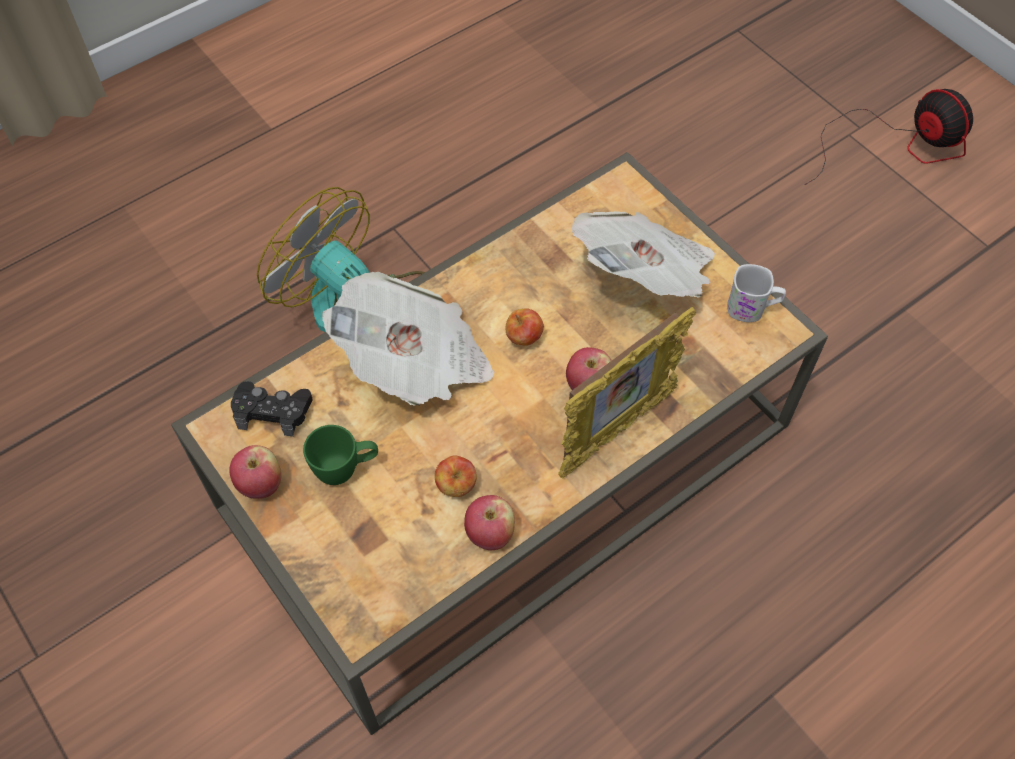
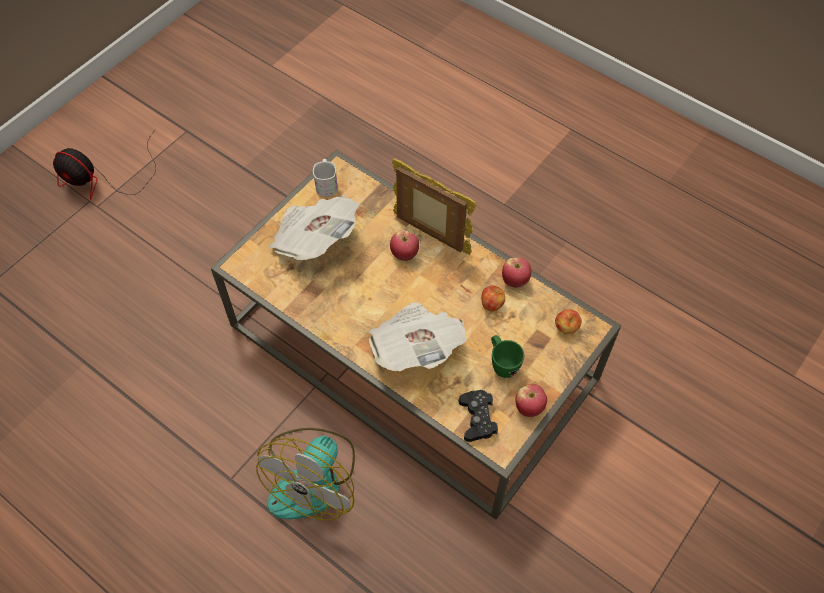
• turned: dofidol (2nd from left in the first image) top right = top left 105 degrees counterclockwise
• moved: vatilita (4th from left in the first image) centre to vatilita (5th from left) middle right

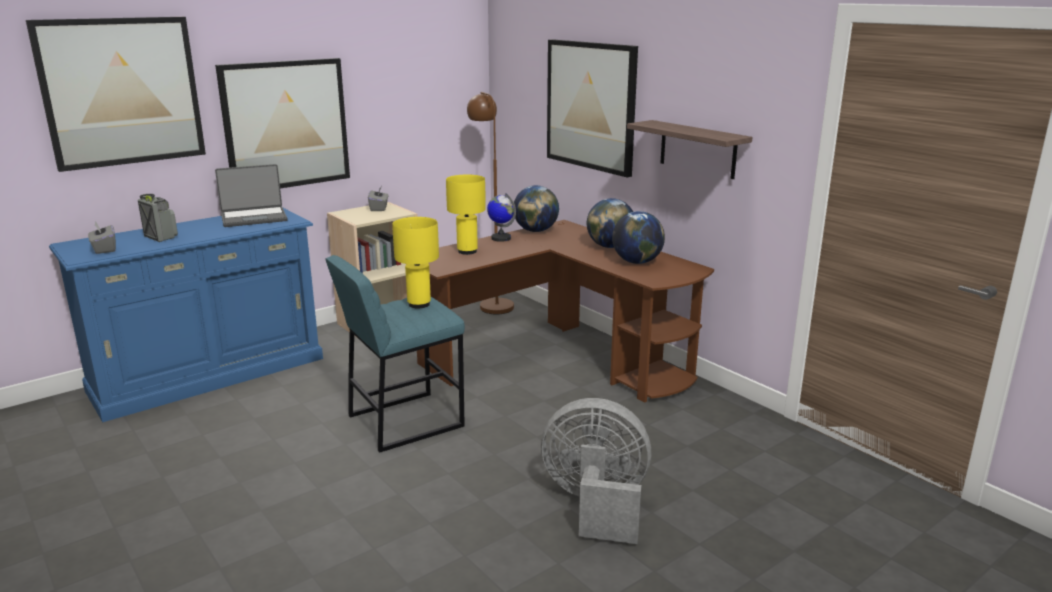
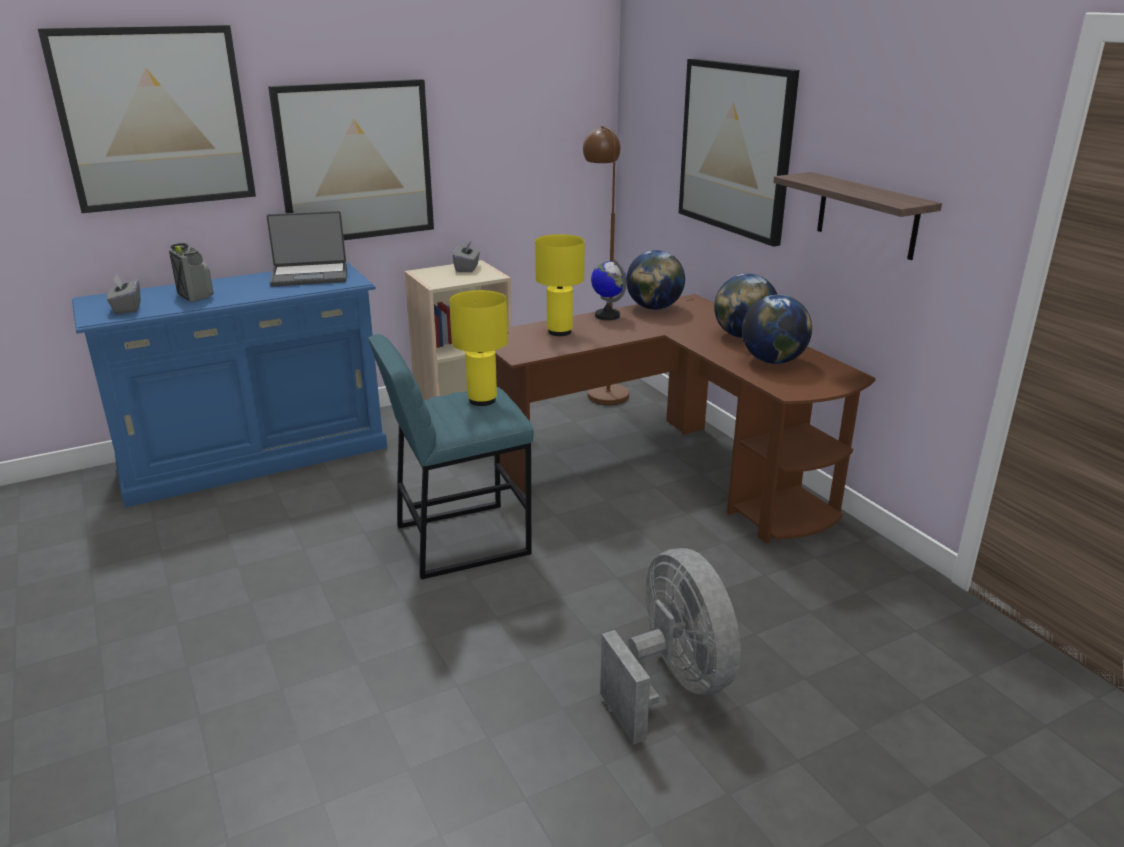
• turned: grey_dofidol bottom centre = bottom centre 45 degrees clockwise

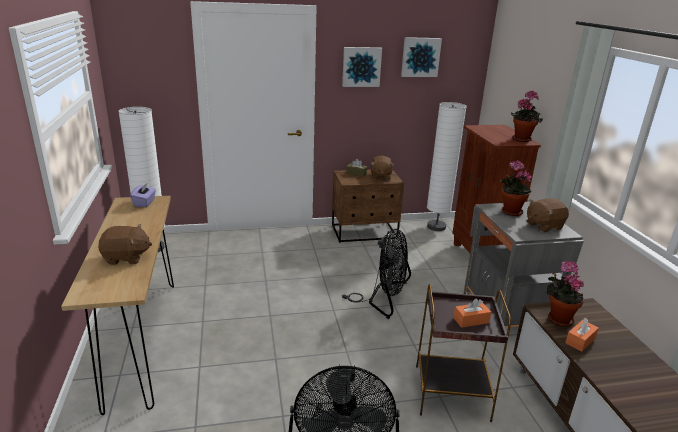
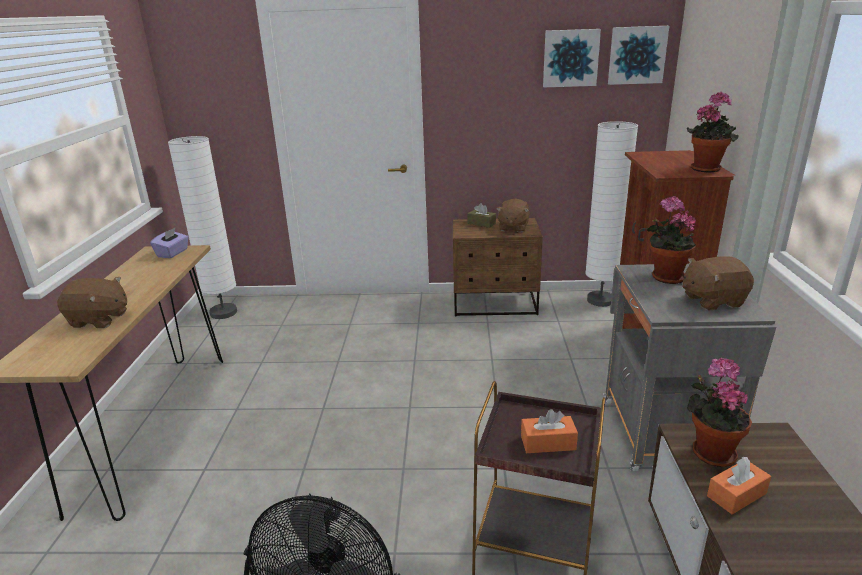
• moved: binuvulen (1st from left in the first image) top centre to binuvulen (2nd from left) top right
• removed: black_dofidol (2nd from left) centre

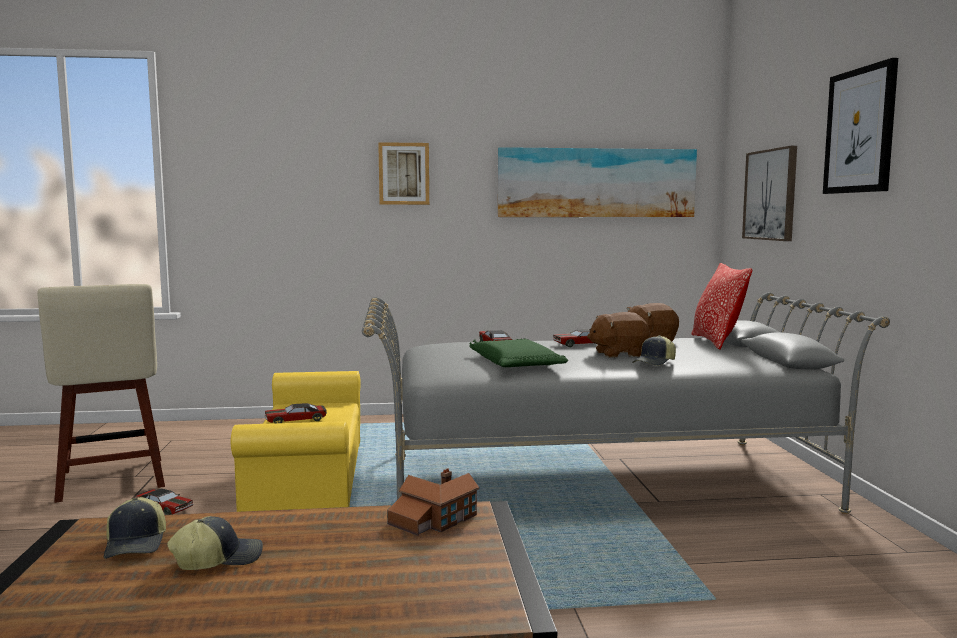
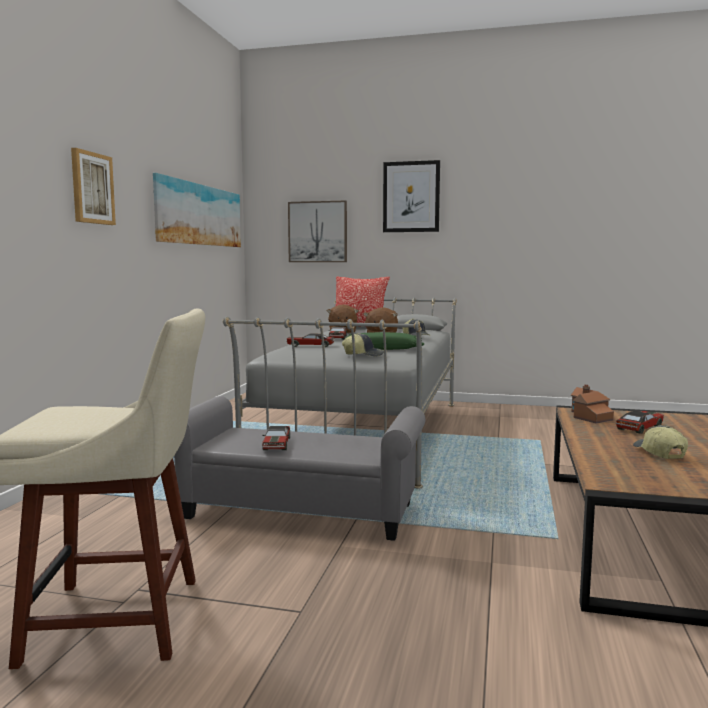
• recoloured: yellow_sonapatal bottom left to grey_sonapatal centre
• moved: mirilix (1st from left) bottom left to centre
• moved: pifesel (1st from left in the first image) bottom left to pifesel (4th from left) middle right

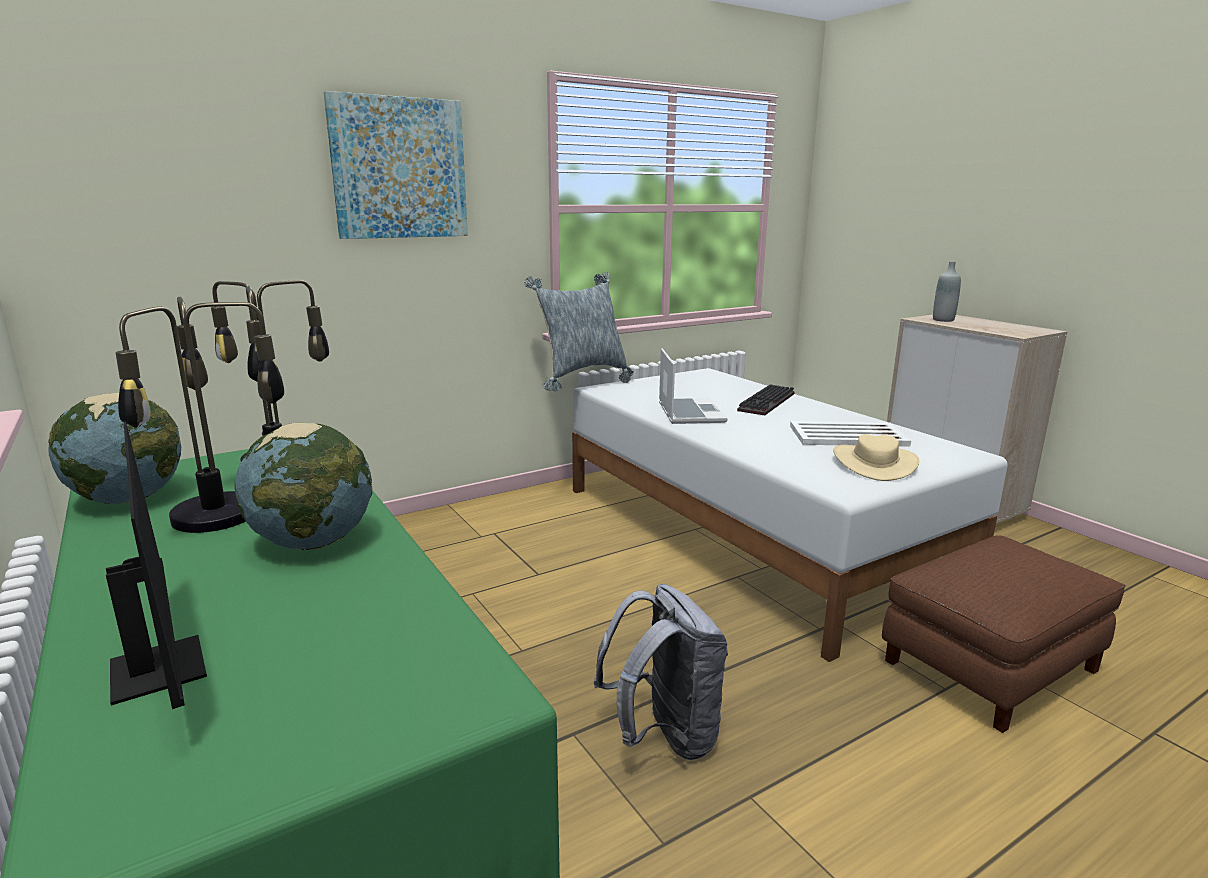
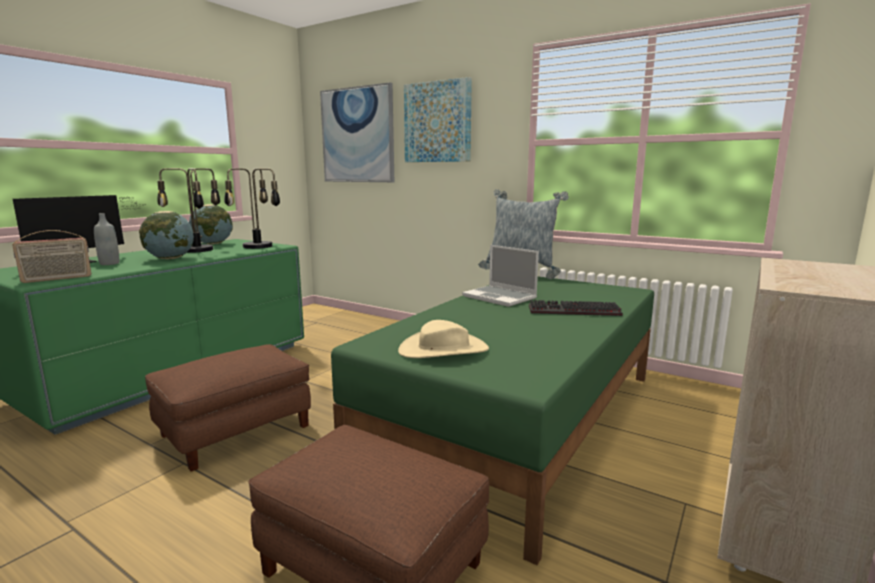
• added: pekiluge middle left
• moved: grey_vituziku top right to middle left
• replaced: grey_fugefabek bottom centre to brown_sonapatal (1st from left) bottom left
• added: binuvulen (1st from left) top centre
• recoloured: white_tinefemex centre to green_tinefemex bottom centre
• turned: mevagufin centre = centre 75 degrees clockwise
• removed: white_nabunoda middle right

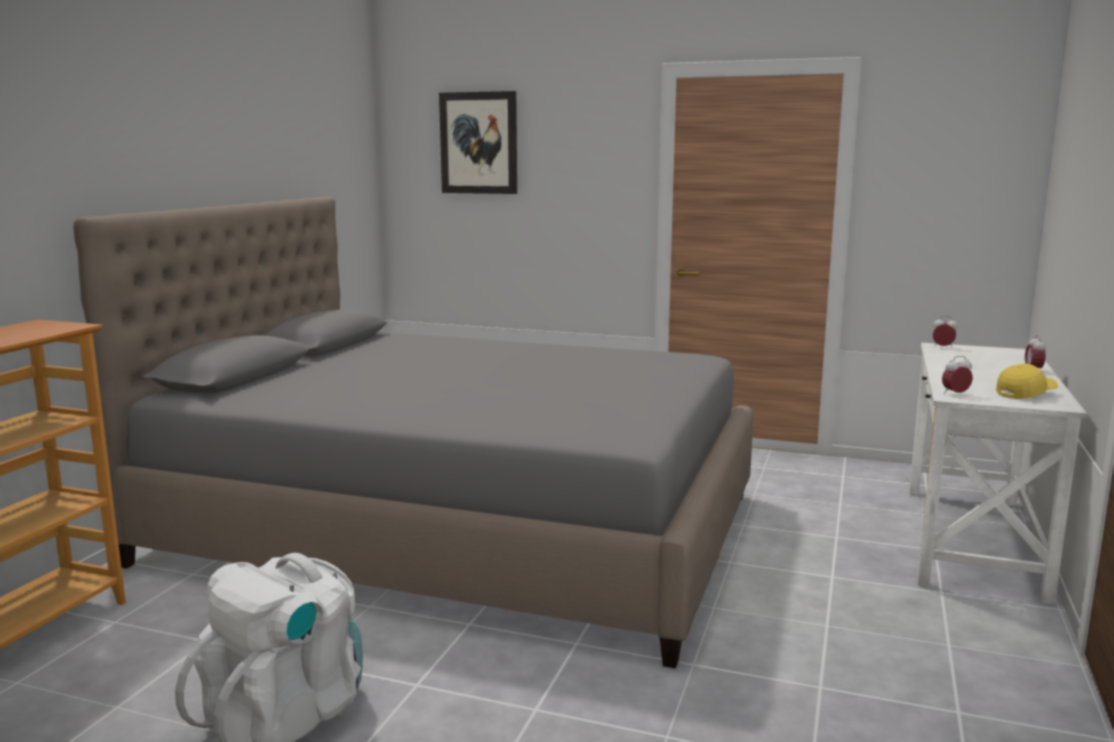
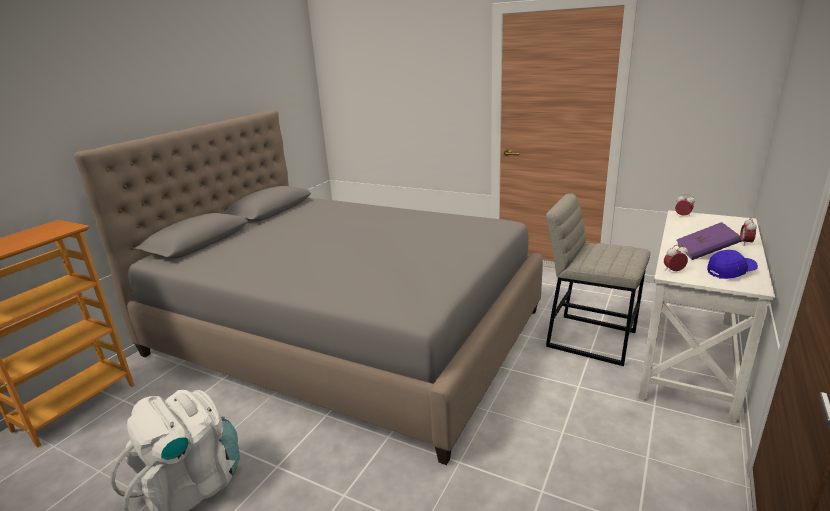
• added: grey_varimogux middle right
• added: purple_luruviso middle right
• recoloured: yellow_mirilix middle right to blue_mirilix middle right
• removed: binuvulen top centre

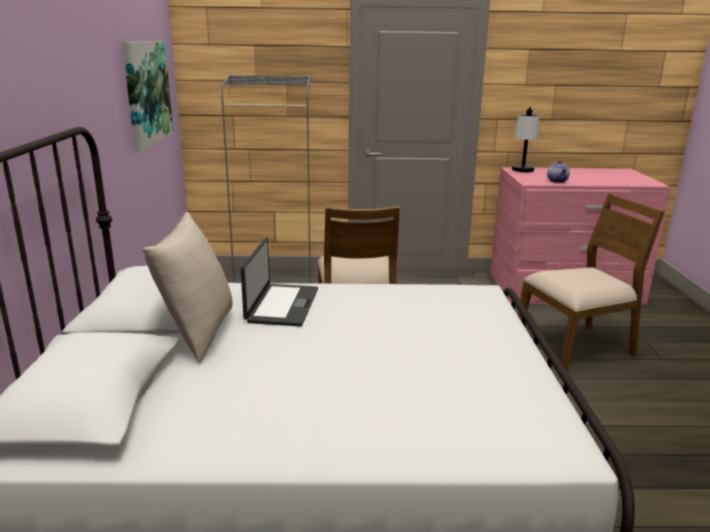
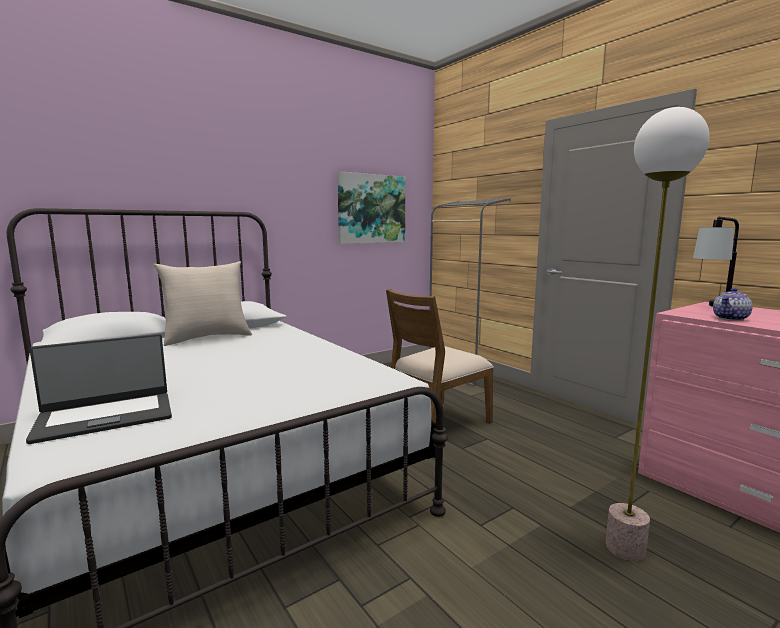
• moved: mevagufin centre to middle left
• replaced: brown_varimogux (2nd from left) middle right to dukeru middle right

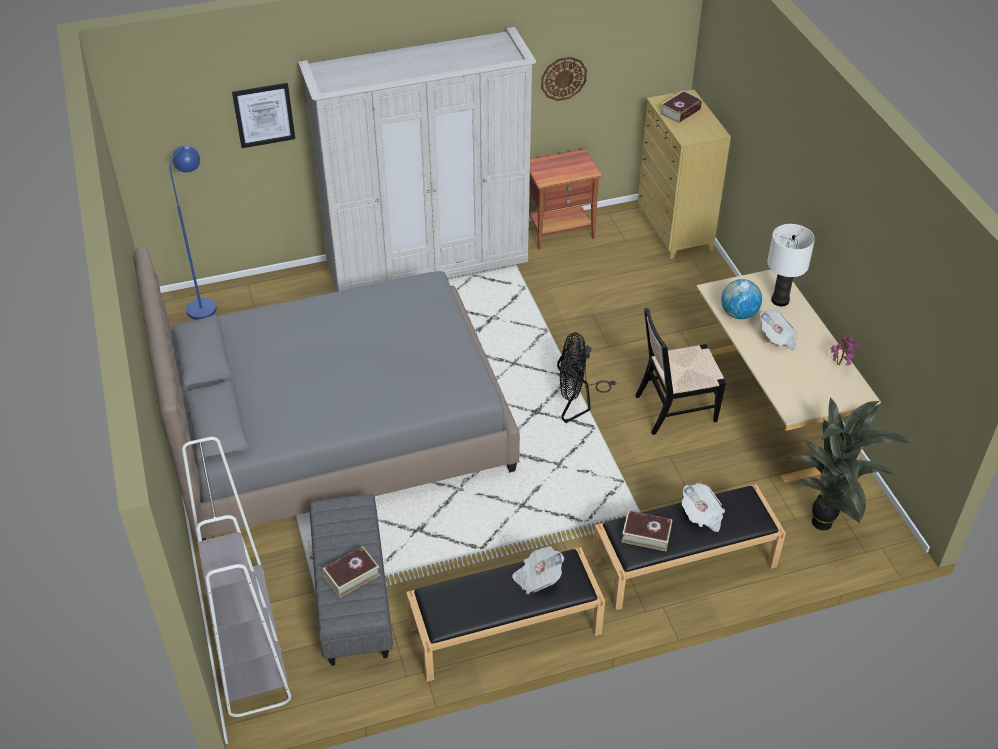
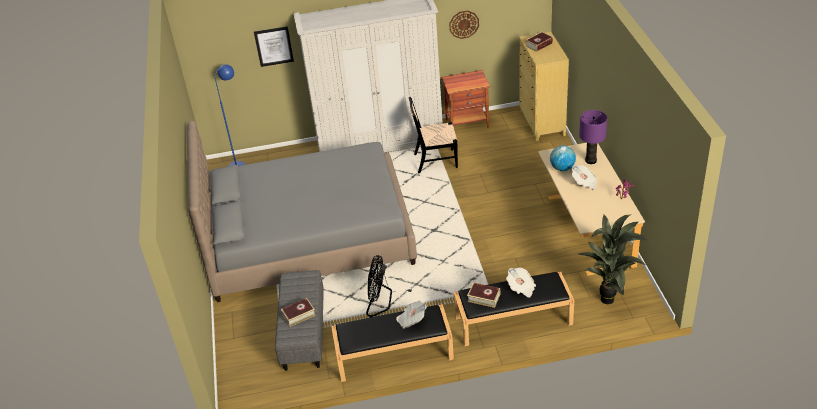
• moved: black_dofidol centre to bottom centre
• moved: varimogux middle right to top centre
• recoloured: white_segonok middle right to purple_segonok middle right
• removed: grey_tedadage bottom left

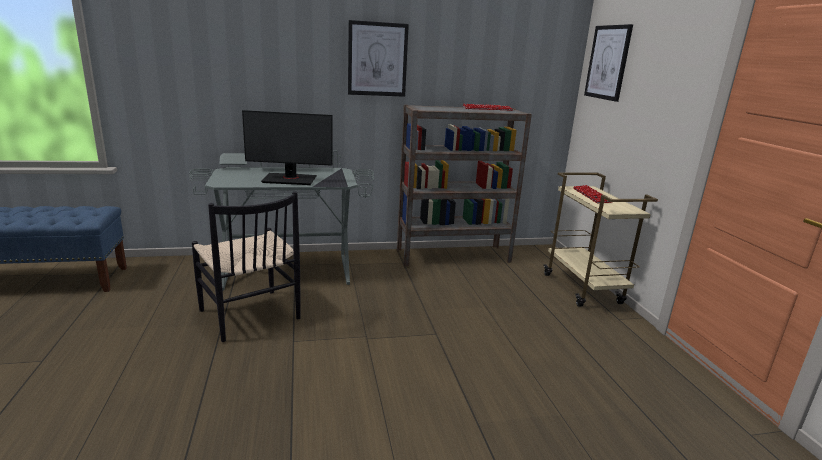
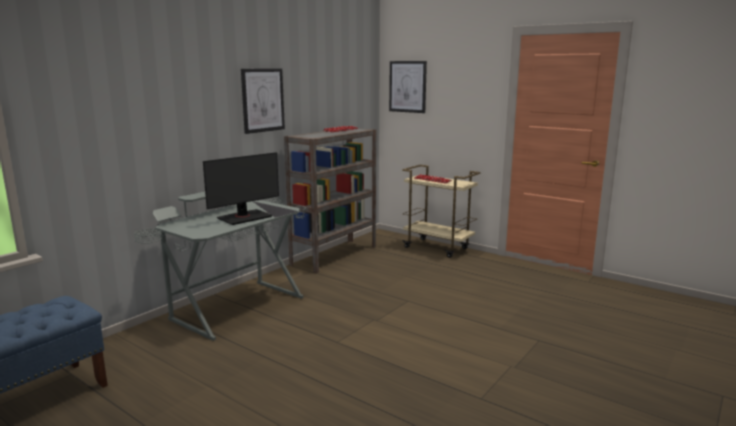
• removed: black_varimogux middle left

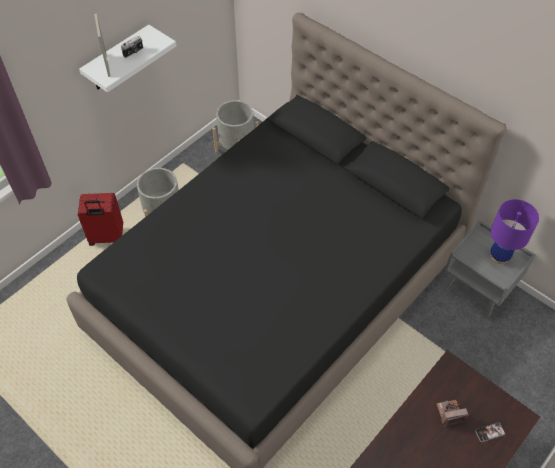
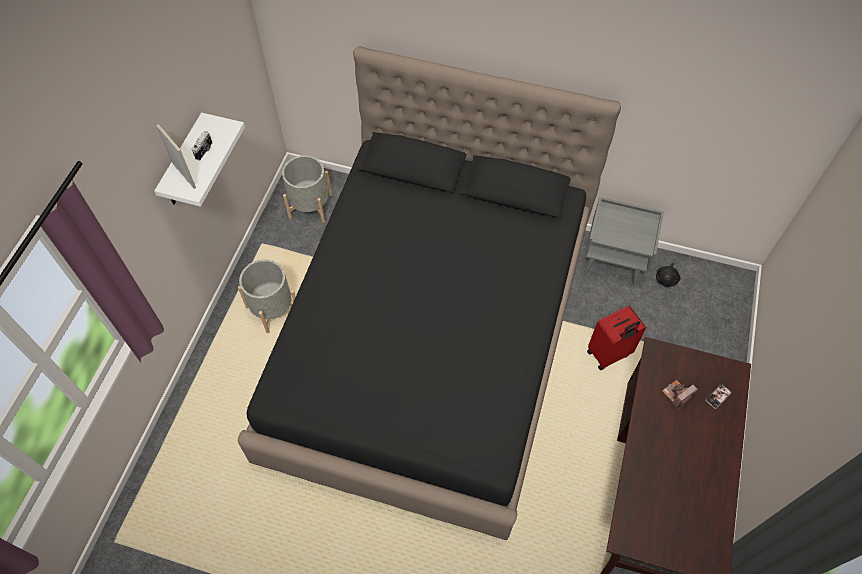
• moved: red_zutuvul middle left to middle right
• added: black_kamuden middle right
• removed: purple_segonok middle right

